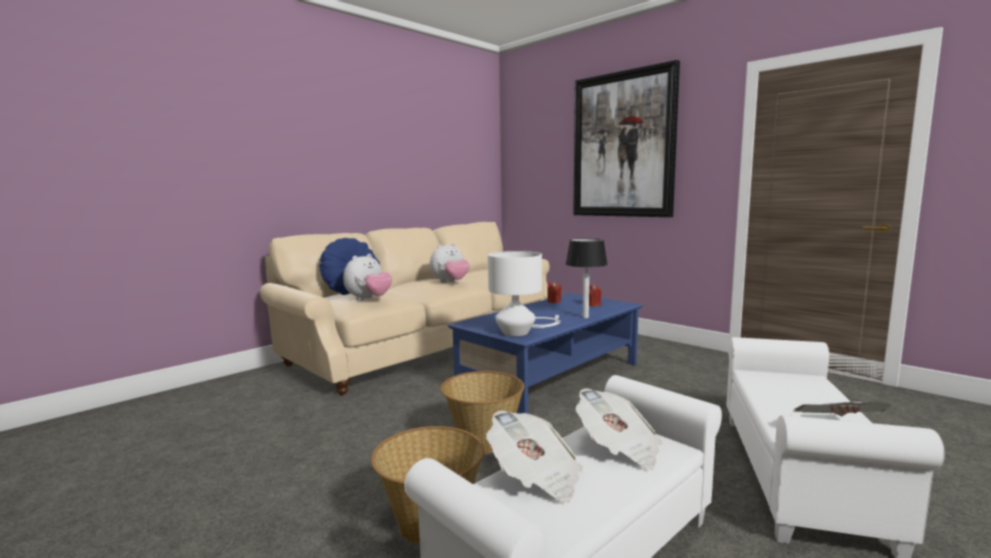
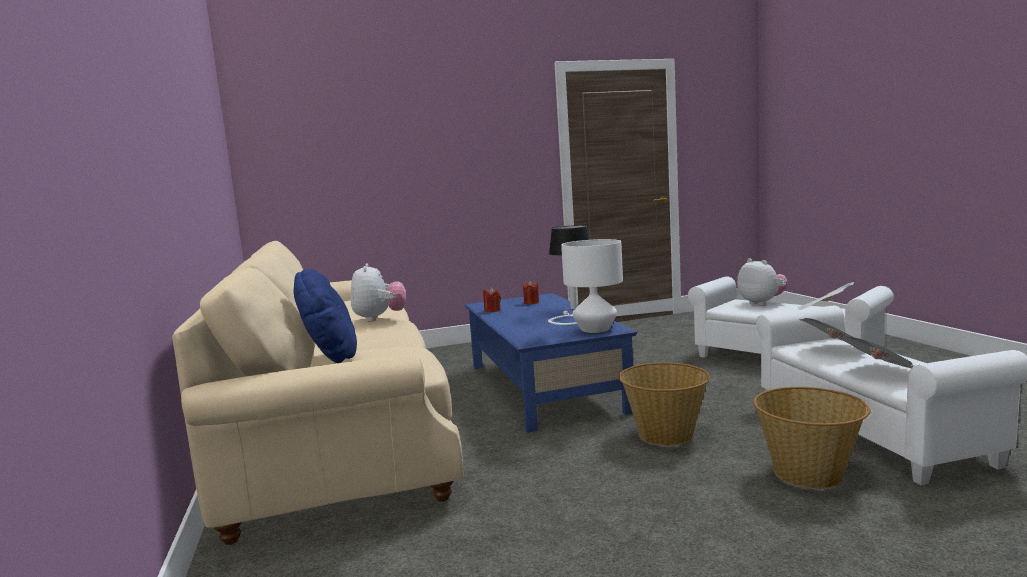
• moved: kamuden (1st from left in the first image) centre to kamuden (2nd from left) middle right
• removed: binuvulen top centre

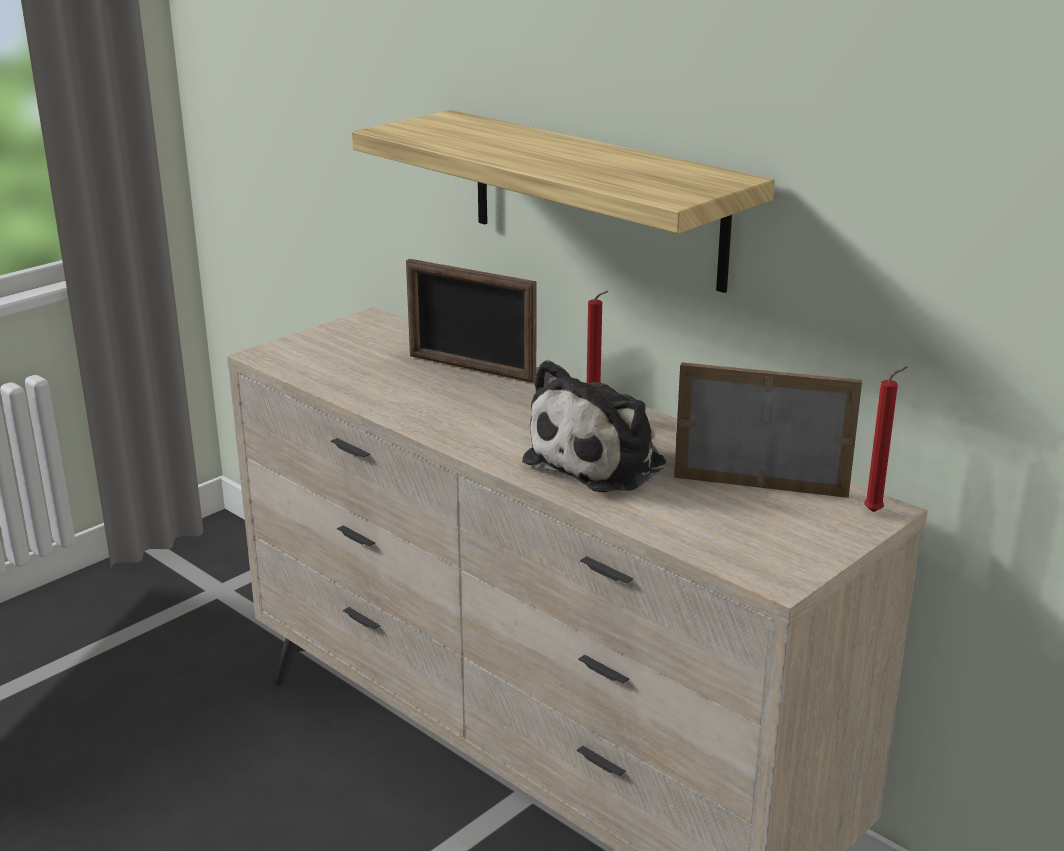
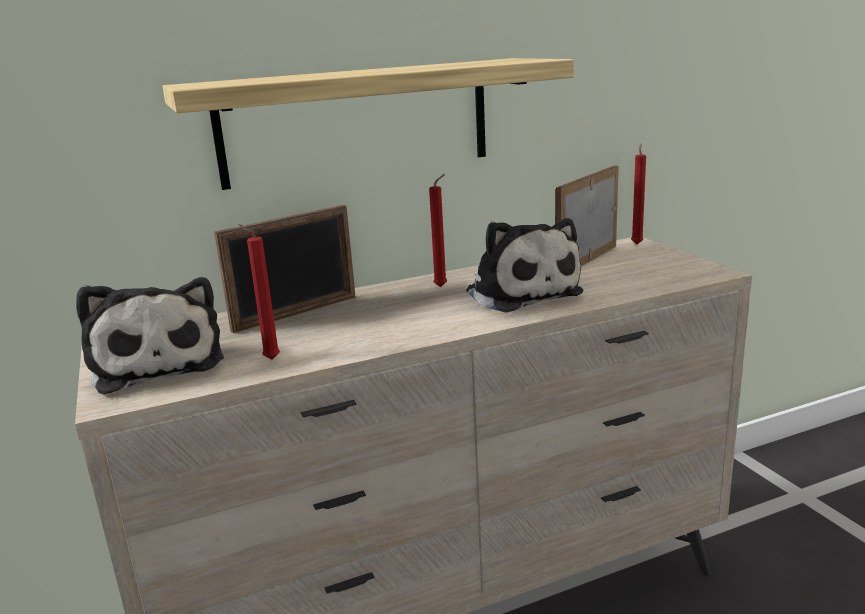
• added: kamuden (1st from left) middle left
• added: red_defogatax (1st from left) middle left

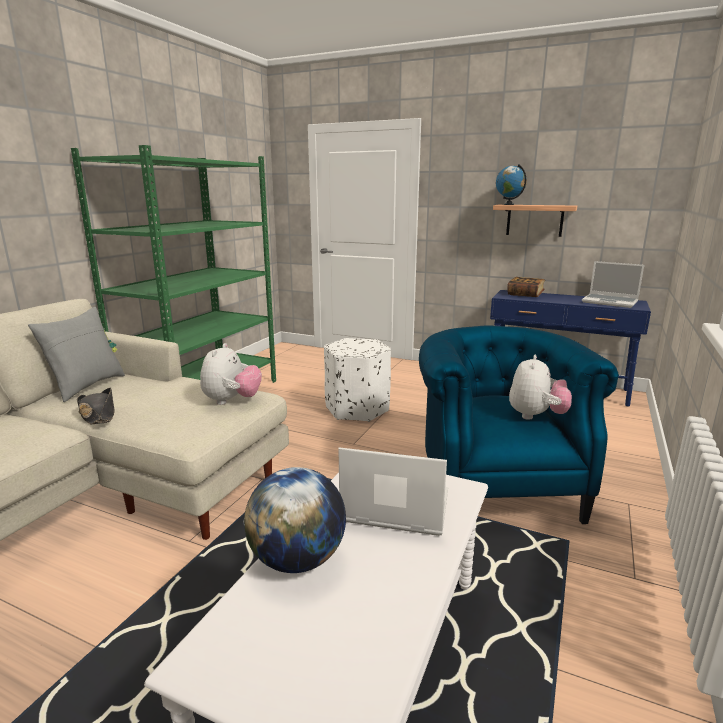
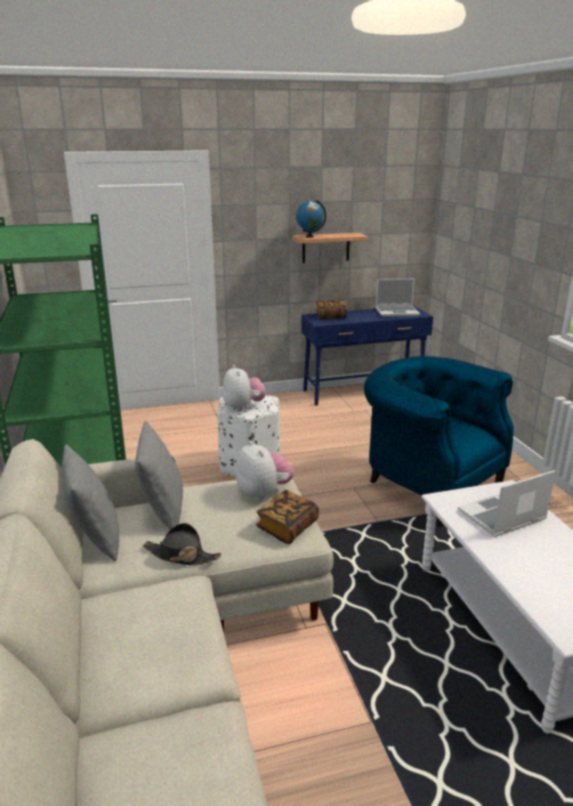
• added: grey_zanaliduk (2nd from left) middle left
• moved: kamuden (2nd from left in the first image) middle right to kamuden (1st from left) centre
• added: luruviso (1st from left) centre
• removed: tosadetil (1st from left) bottom centre

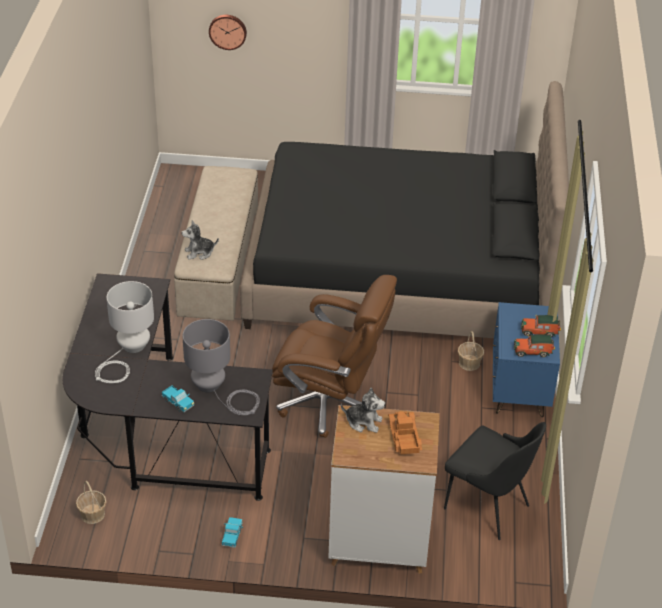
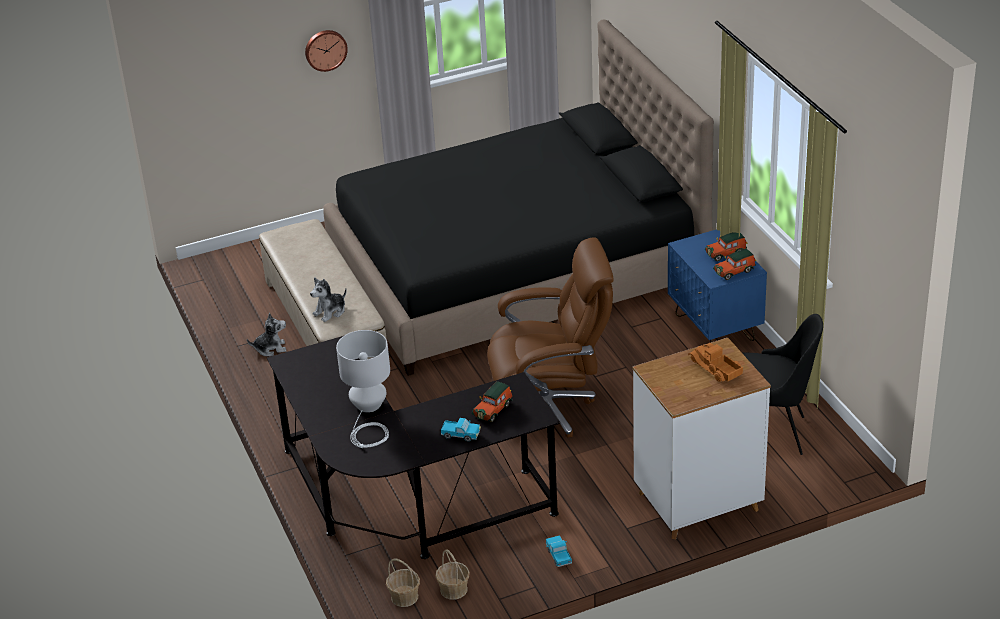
• moved: kamuden (2nd from left in the first image) bottom centre to kamuden (1st from left) middle left
• moved: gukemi top centre to top left
• moved: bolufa (2nd from left) middle right to bottom centre
• replaced: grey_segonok (2nd from left) centre to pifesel (1st from left) centre

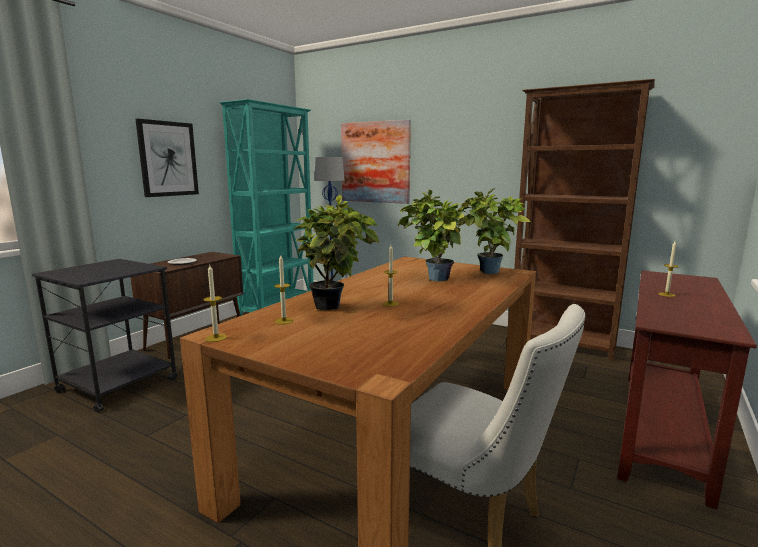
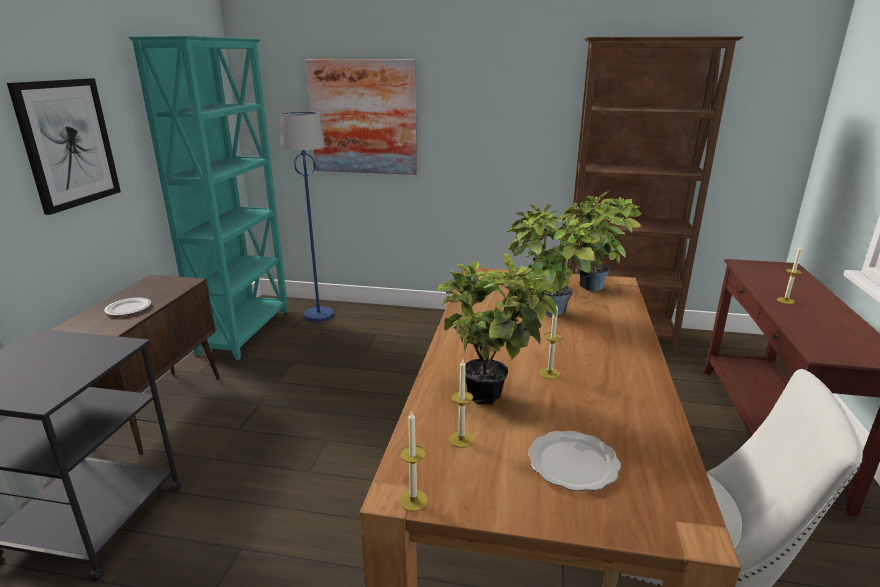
• added: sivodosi (2nd from left) bottom centre

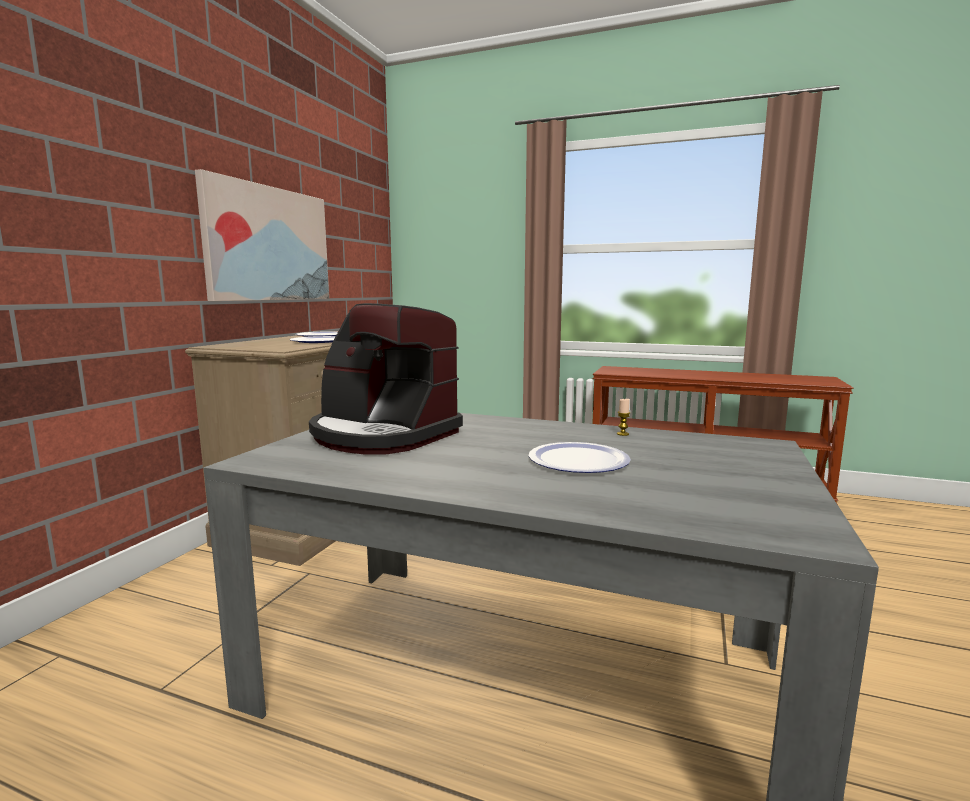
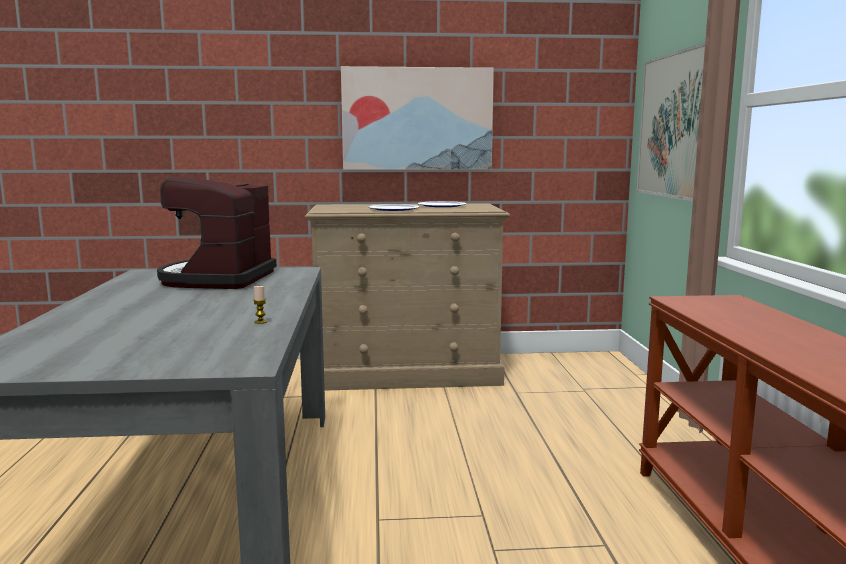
• added: binuvulen (2nd from left) top right
• removed: sivodosi (3rd from left) centre

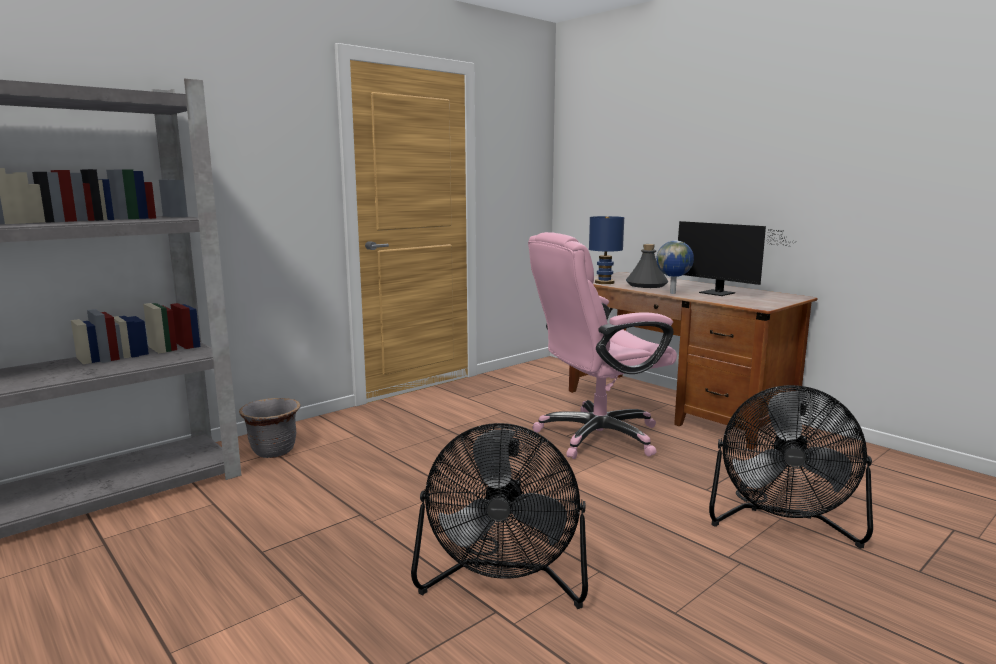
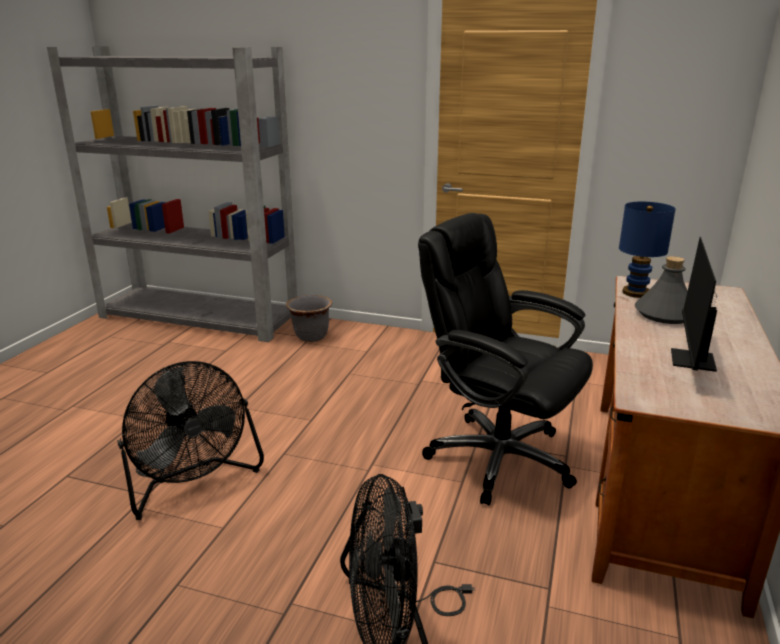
• turned: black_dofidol (1st from left) bottom centre = bottom left 105 degrees counterclockwise
• recoloured: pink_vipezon centre to black_vipezon centre
• removed: tosadetil middle right

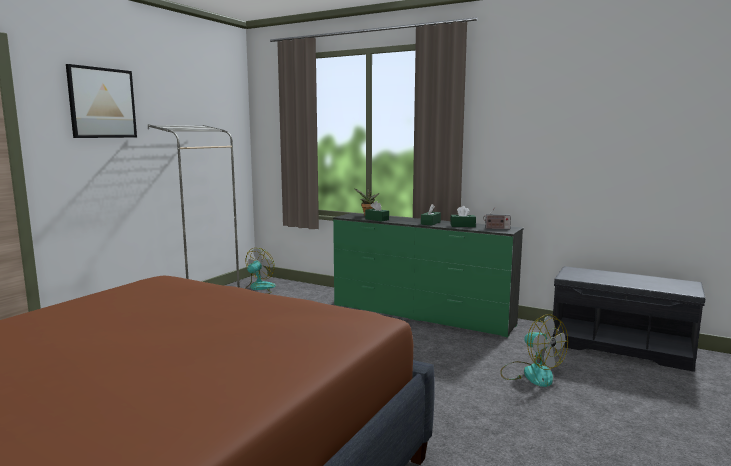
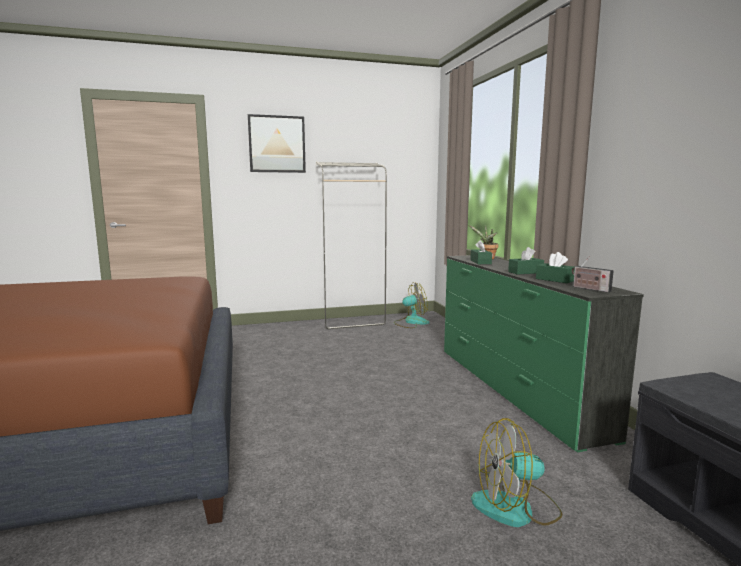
• turned: dofidol (2nd from left) bottom right = bottom right 75 degrees clockwise

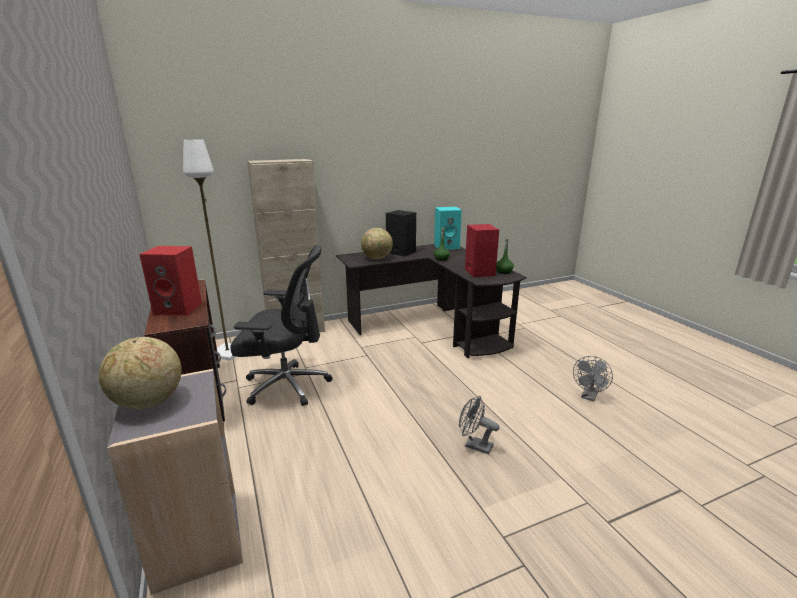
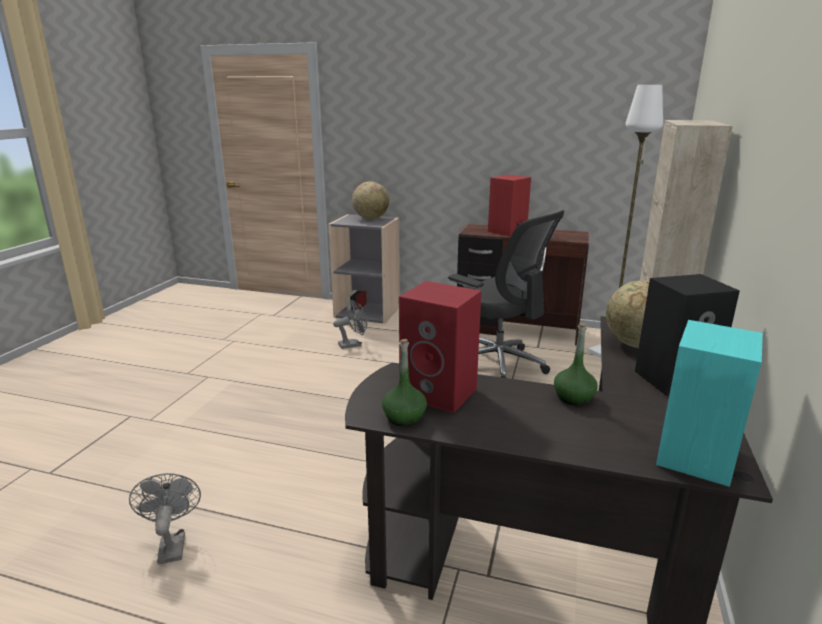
• moved: grey_dofidol (1st from left in the first image) bottom centre to grey_dofidol (2nd from left) centre
• turned: vipezon centre = centre 90 degrees counterclockwise

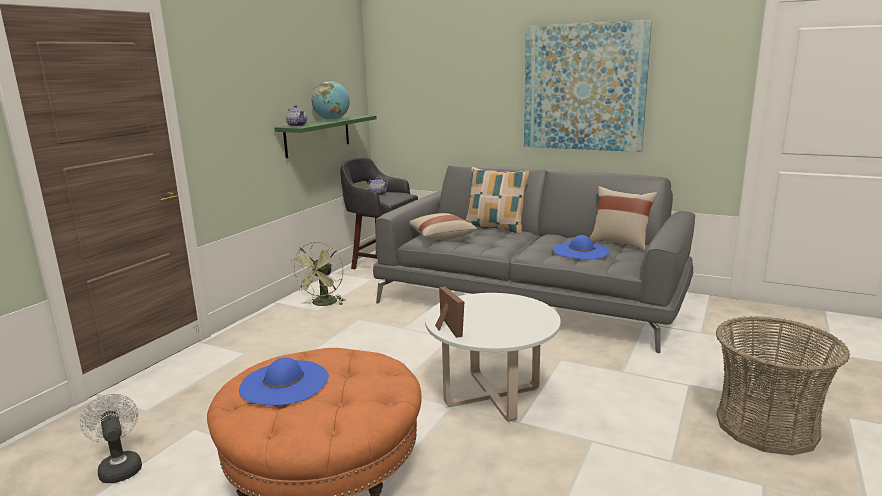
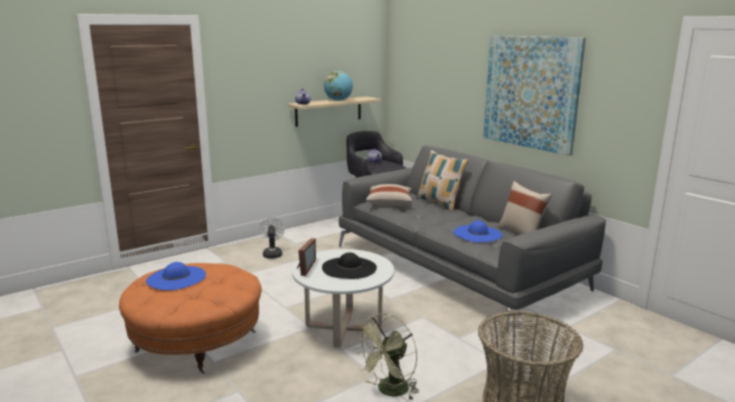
• moved: white_dofidol bottom left to centre
• recoloured: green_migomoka top centre to beige_migomoka top centre
• added: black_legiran centre
• moved: green_dofidol centre to bottom centre

